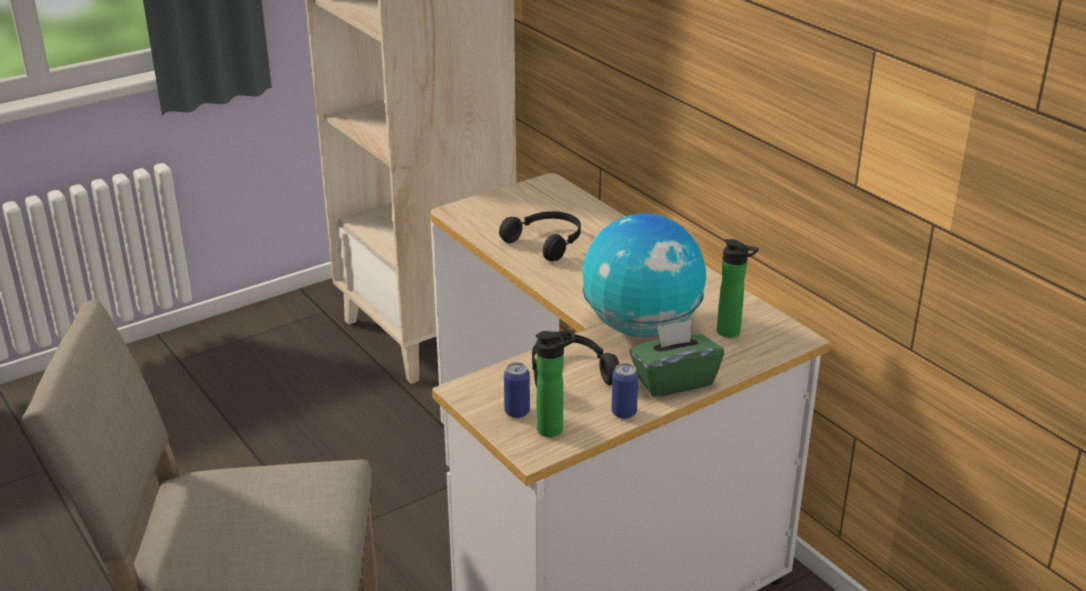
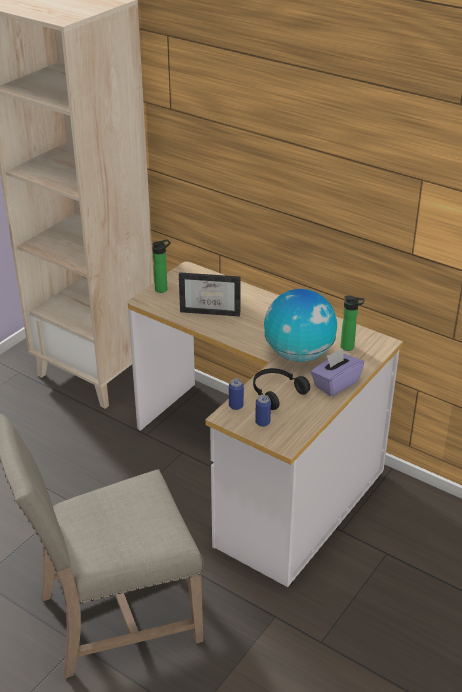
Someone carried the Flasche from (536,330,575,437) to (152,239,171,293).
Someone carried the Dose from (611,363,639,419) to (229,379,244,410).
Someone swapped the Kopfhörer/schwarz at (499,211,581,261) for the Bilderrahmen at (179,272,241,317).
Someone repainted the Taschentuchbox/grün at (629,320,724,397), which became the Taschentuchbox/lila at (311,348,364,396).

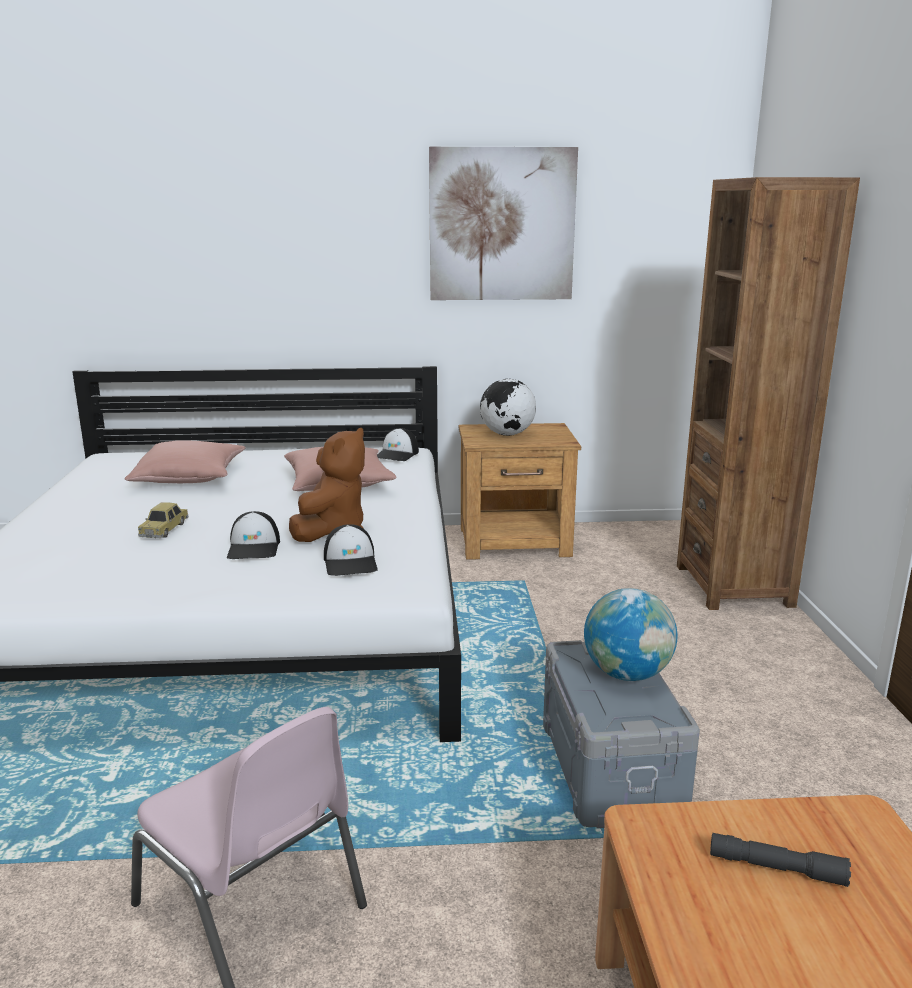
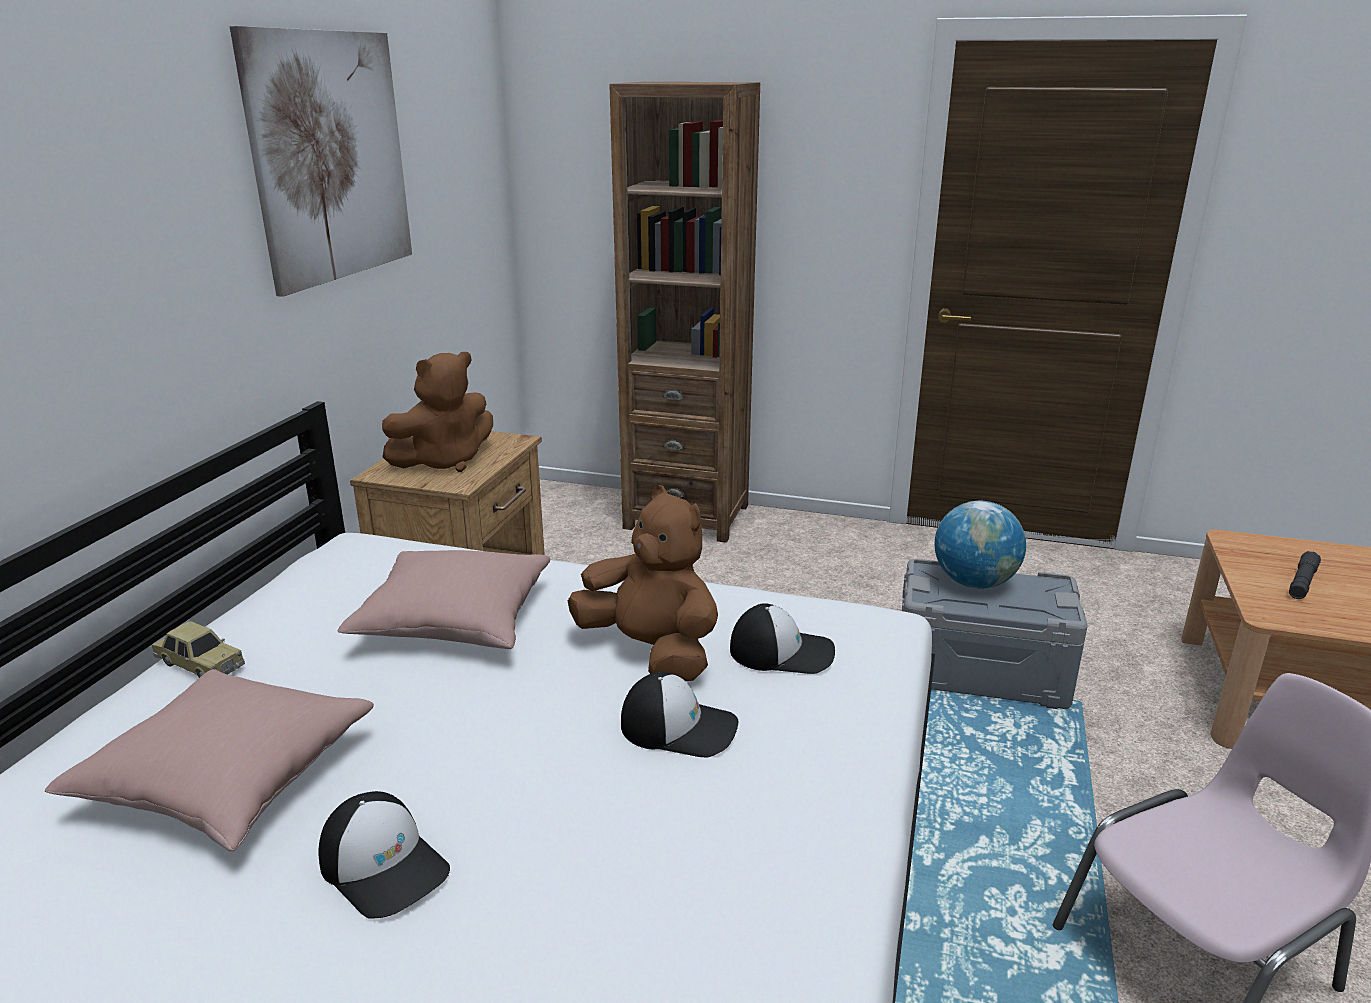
Someone carried the Spielzeugauto from (138,502,188,538) to (152,621,245,678).
Someone carried the Kappe from (377,428,419,461) to (318,791,450,918).
Someone swapped the Globus at (480,379,536,436) for the Plüschtier/braun at (382,352,493,472).

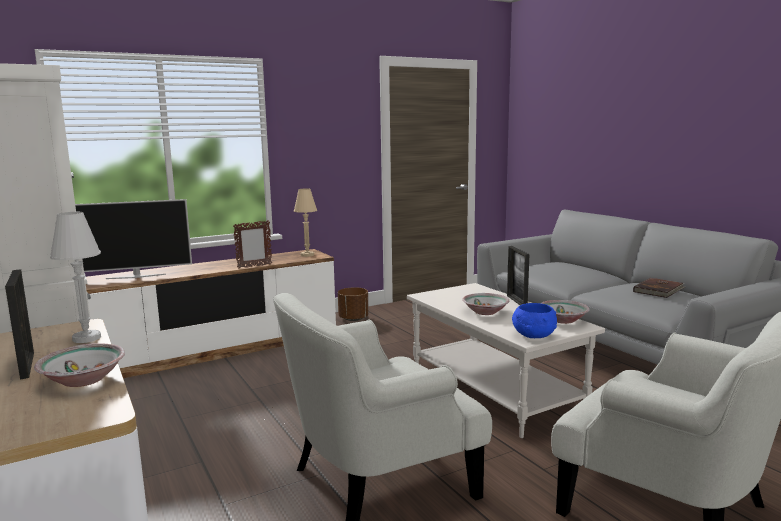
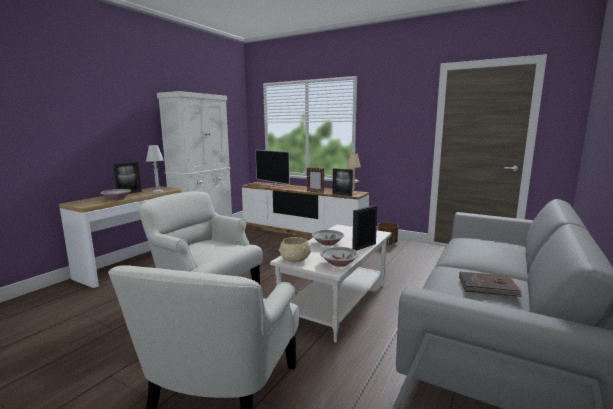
Someone put down the Bilderrahmen at (333,168,353,196).
Someone repainted the Schüssel/blau at (512,303,557,338), which became the Schüssel/beige at (279,237,311,262).

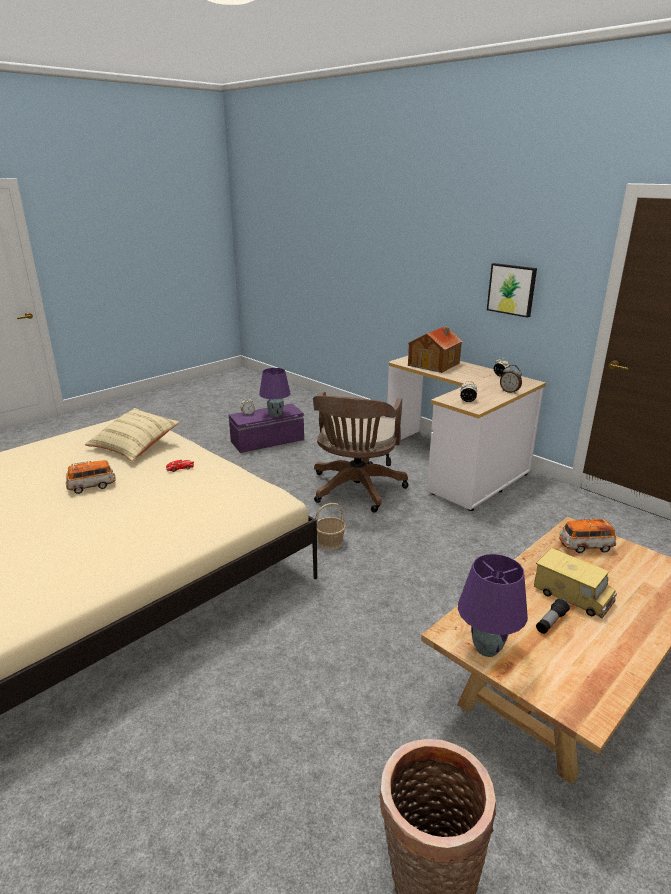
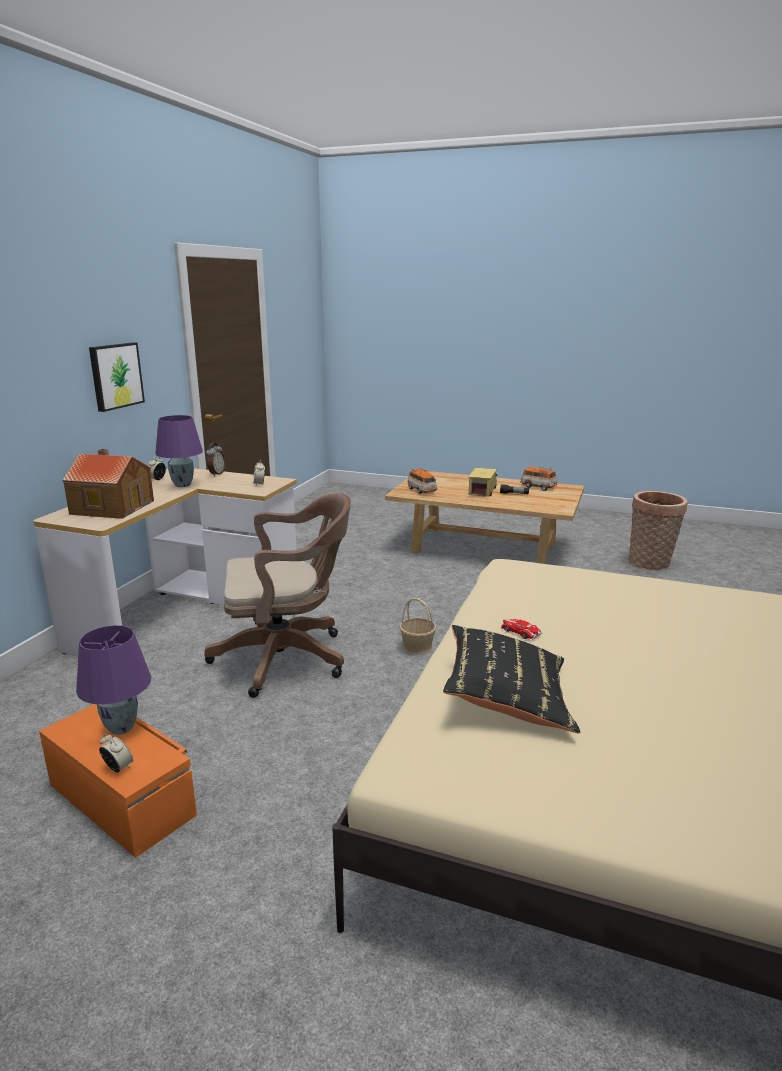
Someone carried the Spielzeugauto from (66,460,116,494) to (520,467,558,491).
Someone carried the Tischlampe/lila from (458,554,528,657) to (155,415,203,487).
Someone repainted the Kissen/beige at (85,408,179,461), which became the Kissen/schwarz at (443,625,580,733).
Someone repainted the Aufbewahrungsbox/lila at (229,403,304,453), which became the Aufbewahrungsbox/orange at (39,704,197,858).

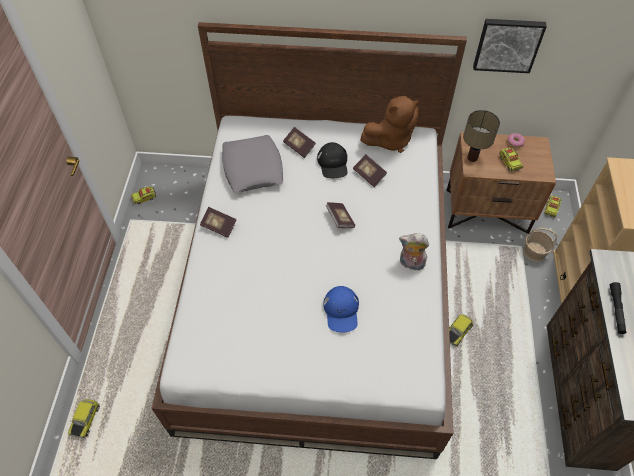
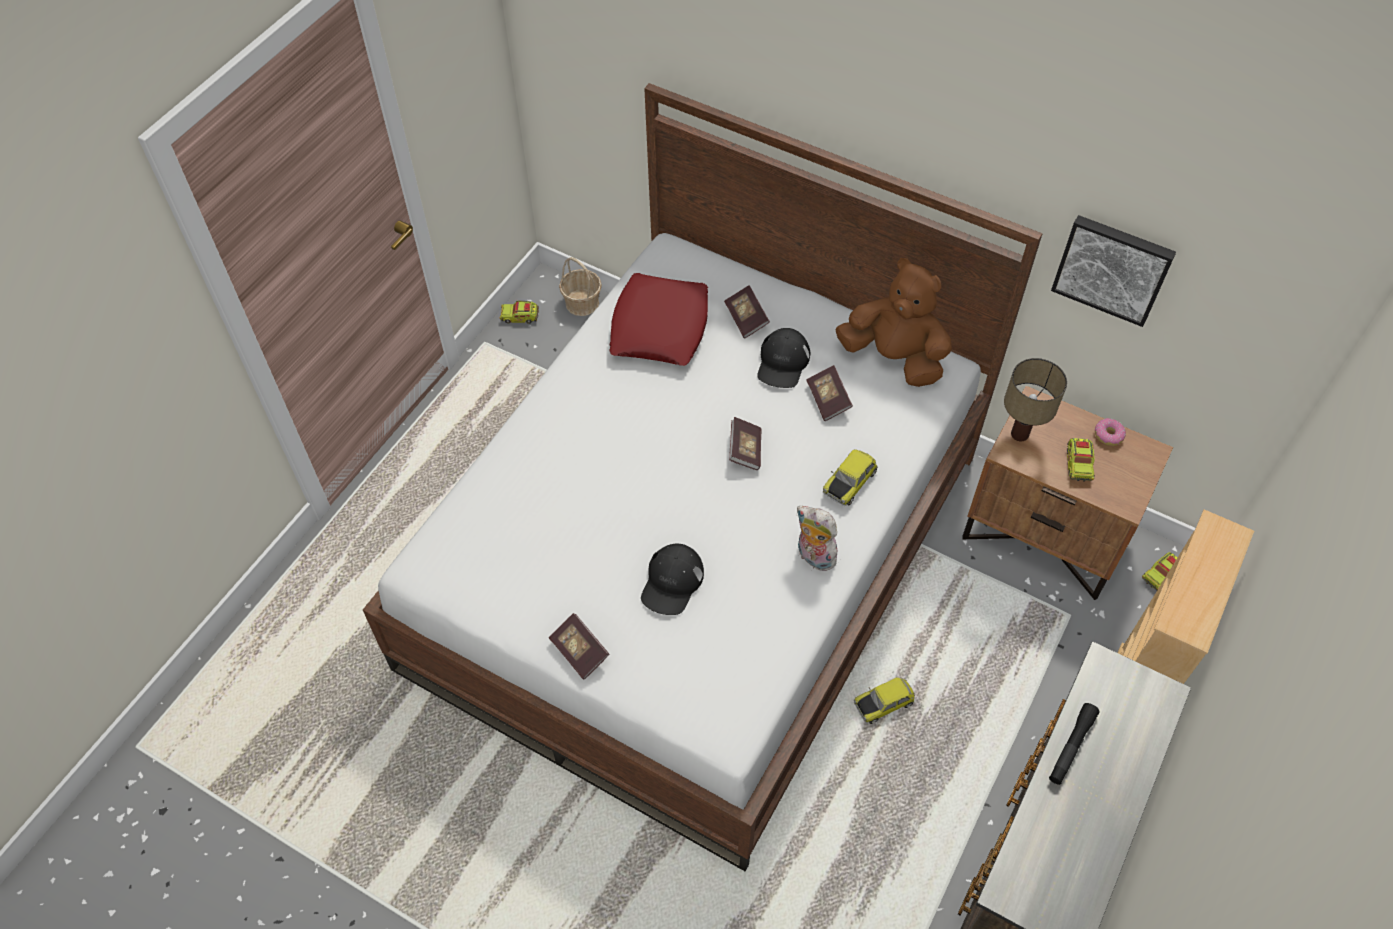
Someone carried the Spielzeugauto from (68,399,100,439) to (823,450,878,506).
Someone carried the Buch from (200,207,237,238) to (549,613,610,679).
Someone carried the Korb from (523,228,557,262) to (559,257,602,316).
Someone repainted the Kissen/grau at (222,135,283,193), which became the Kissen/rot at (609,273,708,366).
Someone repainted the Kappe/blau at (323,286,359,333), which became the Kappe/schwarz at (641,544,704,615).
Someone rotated the Plüschtier/braun at (360,96,419,153) by 150 degrees counterclockwise.

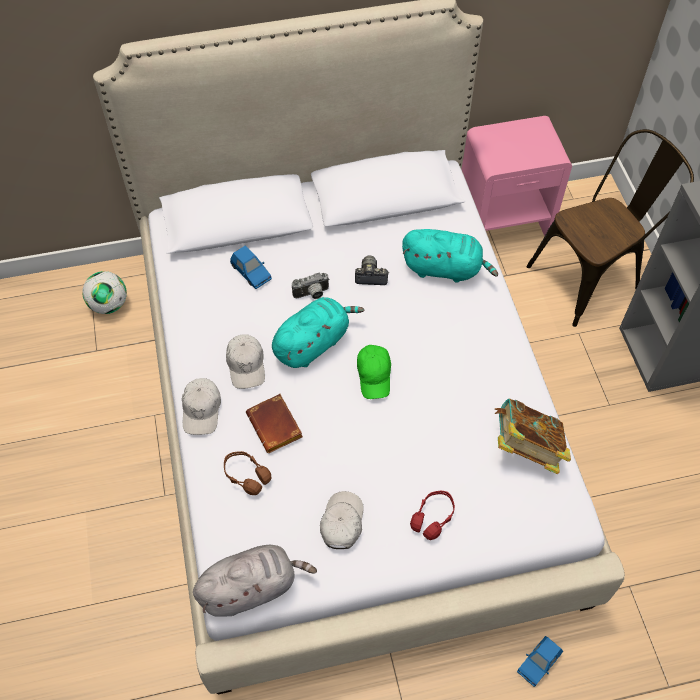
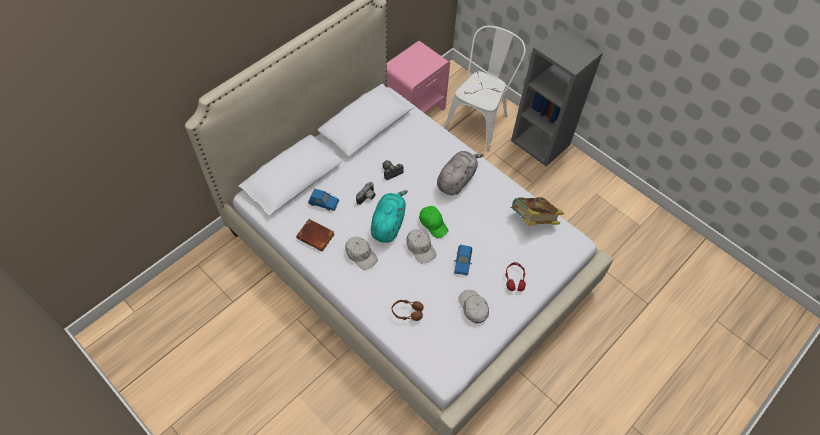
Someone took away the Fußball at (82,271,127,314).
Someone took away the Plüschtier/türkis at (402,229,498,283).
Someone carried the Kappe/weiß from (182,378,221,435) to (407,229,436,263).
Someone carried the Plüschtier/grau from (193,545,317,617) to (437,151,484,195).
Someone carried the Buch/braun from (246,394,303,453) to (296,219,335,251).
Someone carried the Spielzeugauto/blau from (517,636,563,687) to (454,245,472,276).
Someone repainted the Stuhl/braun at (527,129,694,327), which became the Stuhl/weiß at (444,26,526,151).

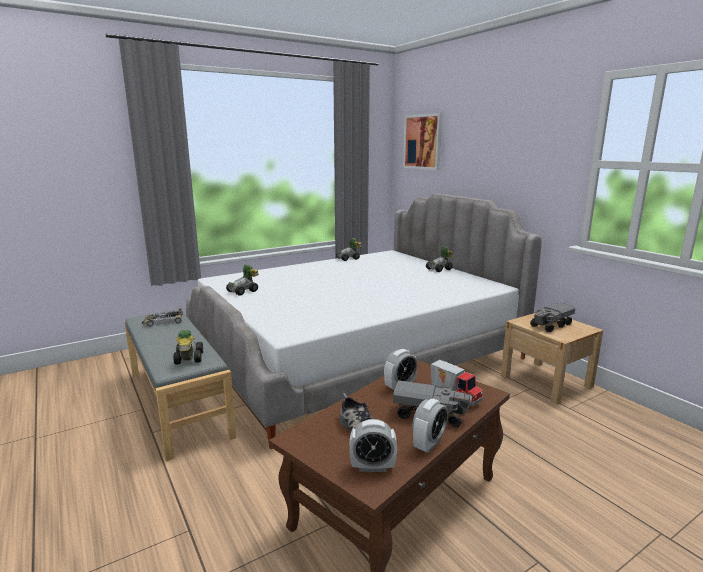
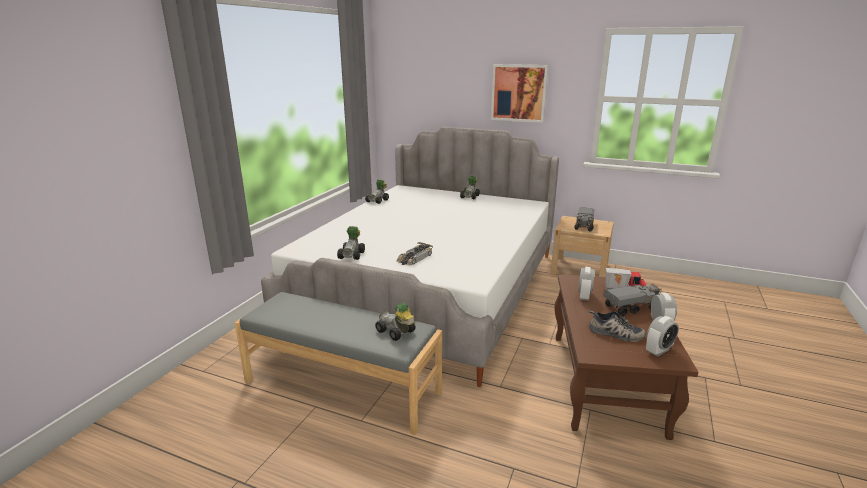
Someone carried the Spielzeugauto from (142,308,183,327) to (396,242,433,266).
Someone carried the Bild from (403,113,443,170) to (491,64,548,123).

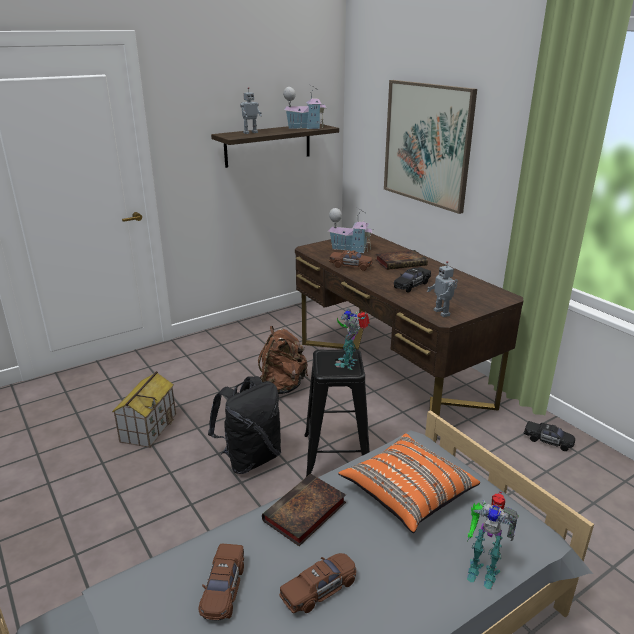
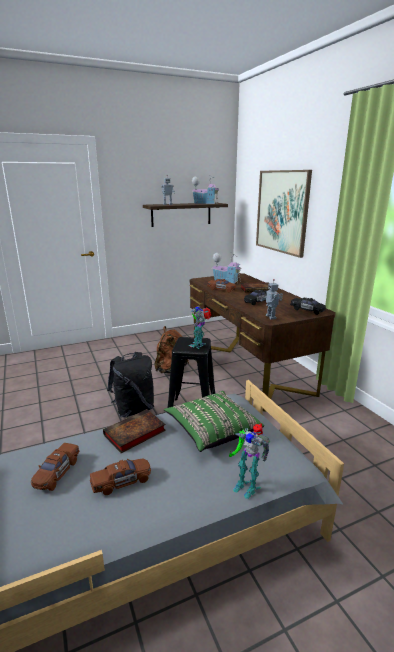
Someone took away the Spielzeughaus at (112,371,176,448).
Someone carried the Spielzeugauto/schwarz from (524,421,575,451) to (290,298,326,315).
Someone repainted the Kissen/orange at (338,433,480,533), which became the Kissen/grün at (164,391,264,452).

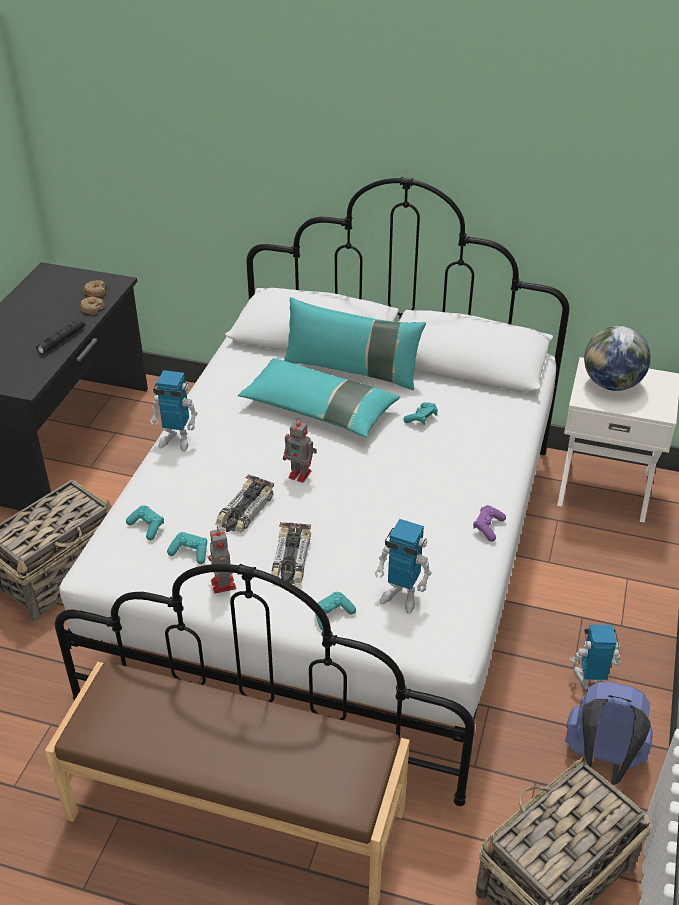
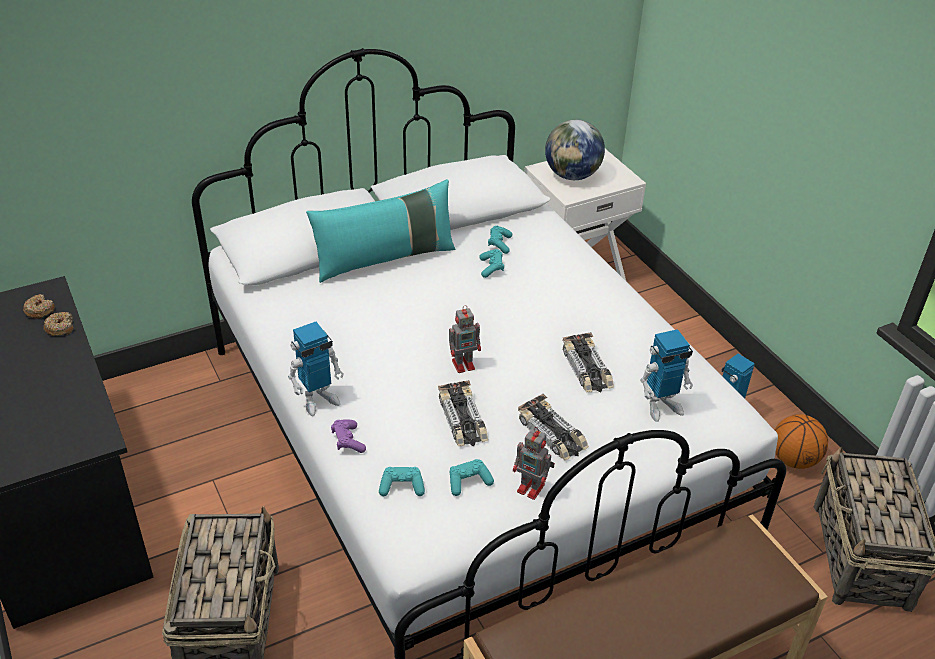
Someone took away the Taschenlampe/schwarz at (36,319,85,355).
Someone took away the Kissen/türkis at (238,358,400,438).
Someone put down the Spielzeugauto at (563,333,614,393).
Someone carried the Gamepad/türkis from (315,592,356,631) to (488,226,512,254).
Someone carried the Gamepad/lila from (473,505,506,542) to (331,419,366,453).
Someone swapped the Rucksack/blau at (565,682,653,785) for the Basketball at (775,414,828,469).

